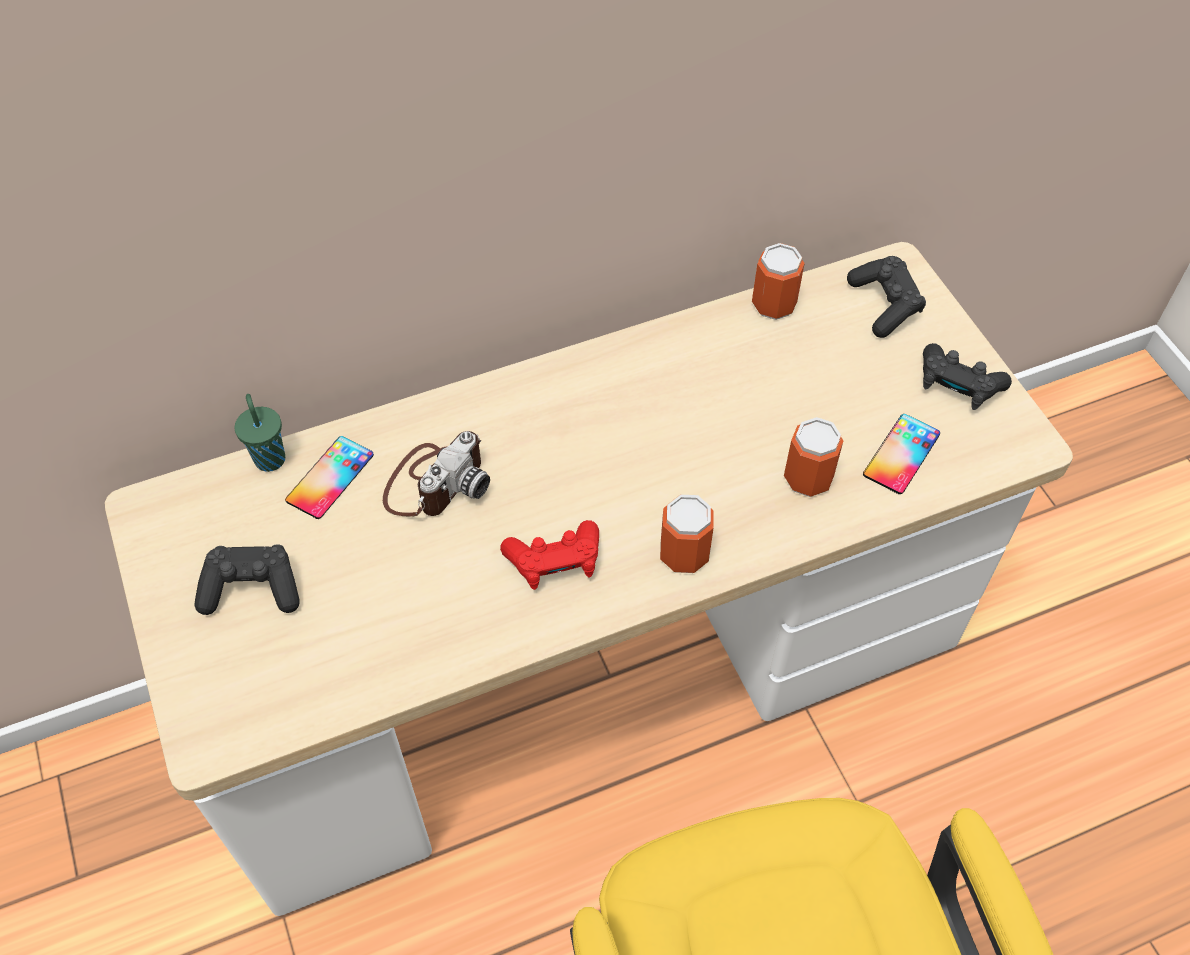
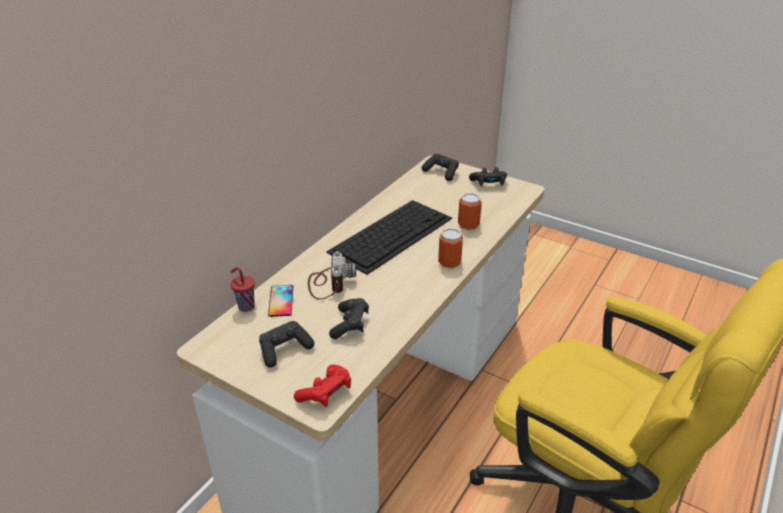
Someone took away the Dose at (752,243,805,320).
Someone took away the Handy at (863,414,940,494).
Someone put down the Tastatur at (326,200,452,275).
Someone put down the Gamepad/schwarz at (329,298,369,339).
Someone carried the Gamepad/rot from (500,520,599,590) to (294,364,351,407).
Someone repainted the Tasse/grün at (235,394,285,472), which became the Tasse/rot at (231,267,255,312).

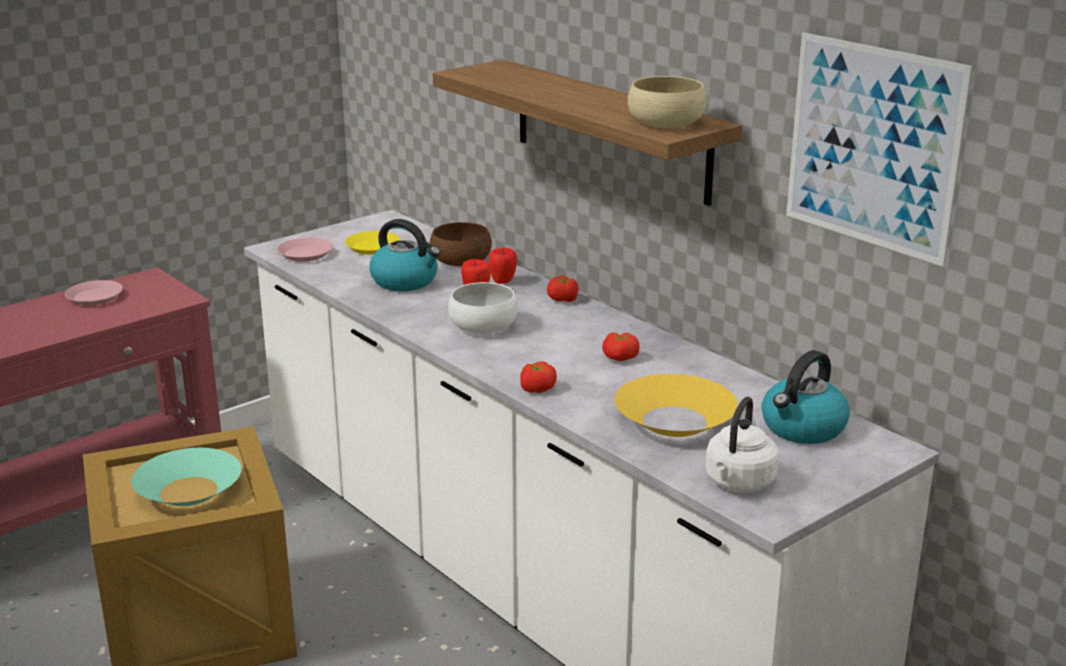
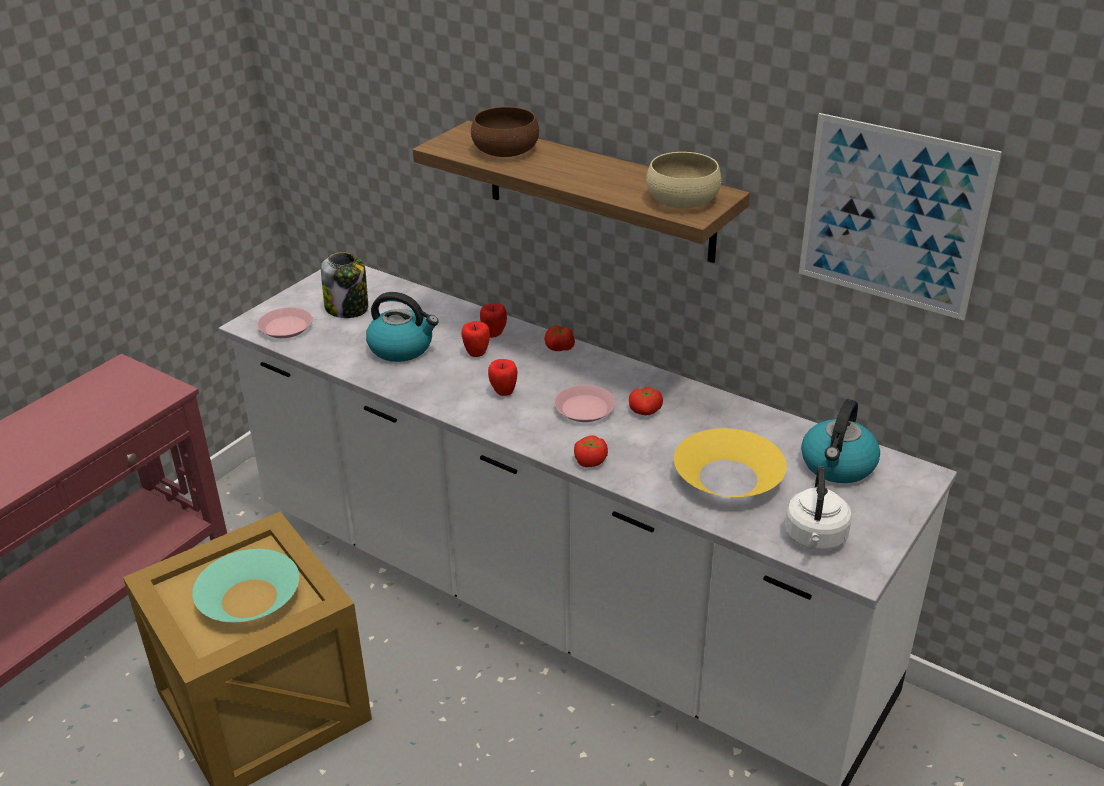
Someone carried the Teller/rosa from (65,280,123,306) to (554,385,616,422).
Someone carried the Schüssel/braun from (430,222,492,266) to (471,107,539,157).
Someone swapped the Teller/gelb at (345,231,400,255) for the Vorratsglas at (321,252,368,318).
Someone swapped the Schüssel/weiß at (448,282,518,334) for the Apfel at (488,359,517,396).

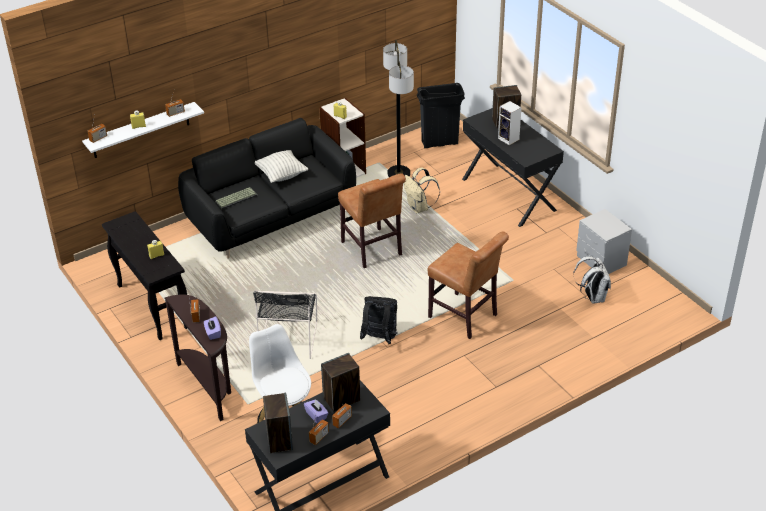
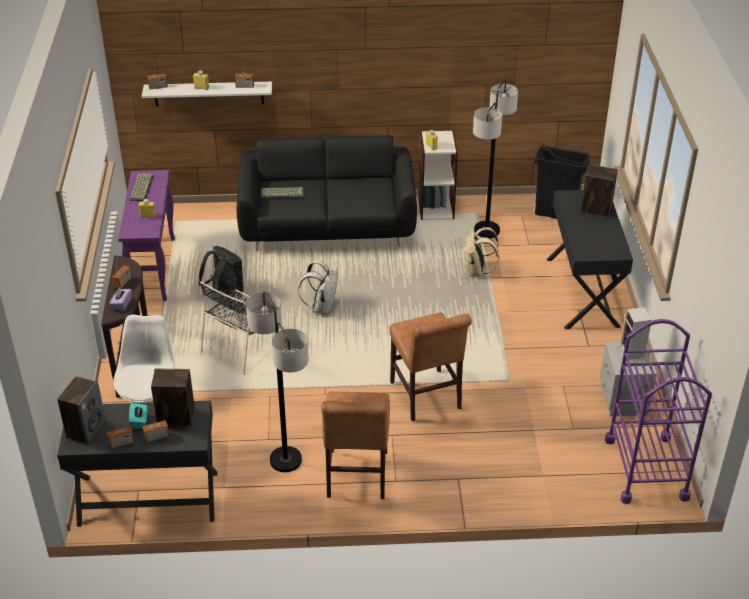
Someone took away the Kissen at (255,150,308,183).
Someone put down the Tastatur at (129,173,154,201).
Someone put down the Stehlampe at (246,292,309,472).
Someone put down the Rollwagen/lila at (605,319,712,504).
Someone carried the Stuhl/braun from (338,173,406,268) to (321,391,390,499).
Someone carried the Rucksack/schwarz from (360,296,398,344) to (199,246,244,298).
Someone carried the Lautsprecher from (498,101,522,145) to (620,307,652,359).
Someone carried the Rucksack/weiß from (573,256,611,304) to (298,260,338,315).
Someone repainted the Konsolentisch/schwarz at (102,211,187,340), which became the Konsolentisch/lila at (118,170,175,301).
Someone repainted the Taschentuchbox/lila at (304,399,328,423), which became the Taschentuchbox/türkis at (129,403,147,429).

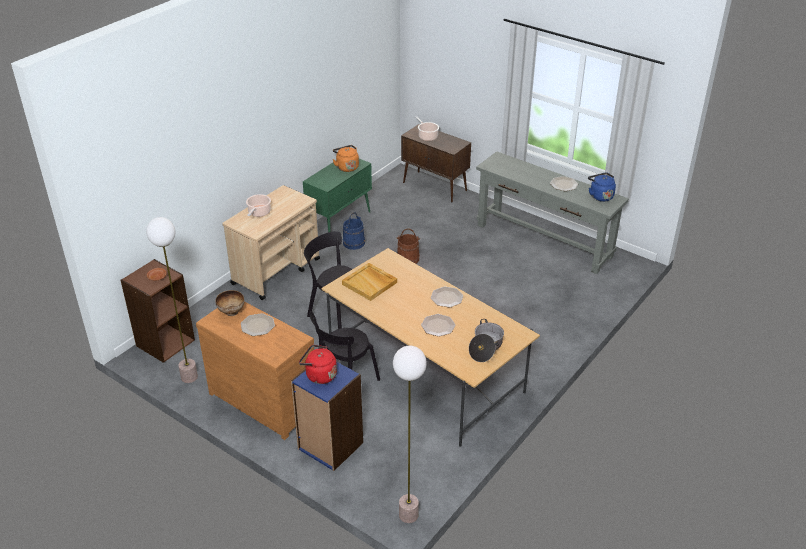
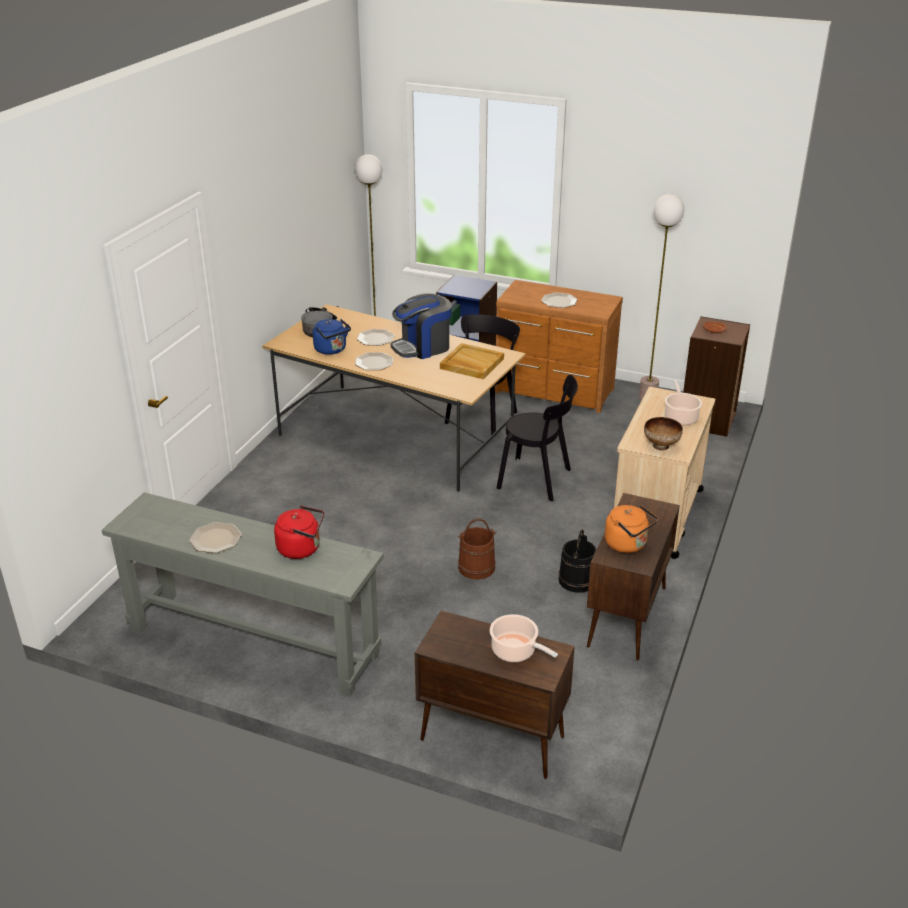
Someone put down the Kaffeemaschine at (391,293,452,359).
Someone carried the Schüssel from (215,290,245,316) to (644,417,683,450).
Someone carried the Wasserkessel/rot from (299,345,337,384) to (274,505,324,559).
Someone carried the Wasserkessel/blau from (588,172,616,202) to (313,319,351,355).
Someone repainted the Schrank/grün at (303,159,372,232), which became the Schrank/braun at (587,493,680,661).
Someone repainted the Eimer/blau at (343,212,365,250), which became the Eimer/schwarz at (558,530,596,593).

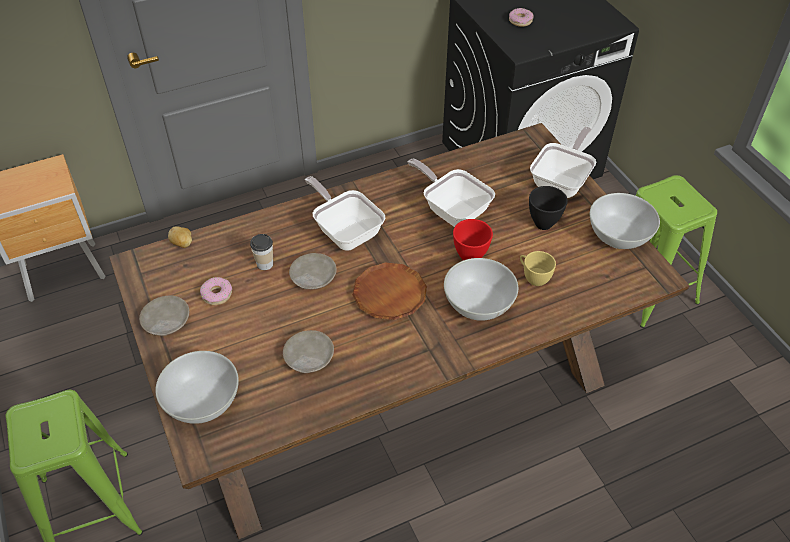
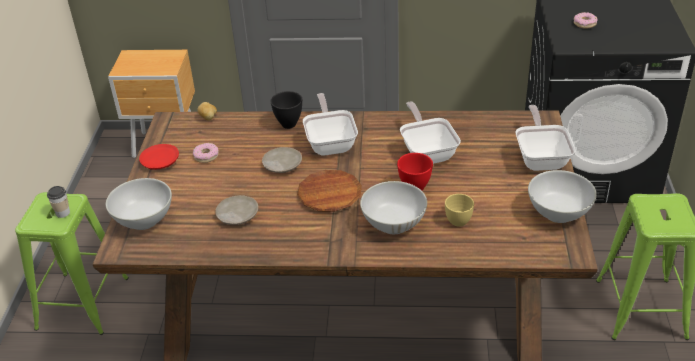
Someone carried the Tasse from (250,234,273,270) to (47,186,70,218).
Someone carried the Schüssel/schwarz from (529,186,568,230) to (270,91,302,129).
Someone repainted the Teller/beige at (139,295,189,336), which became the Teller/rot at (139,144,179,170).
Someone rotated the Pfanne at (530,127,596,198) by 60 degrees counterclockwise.

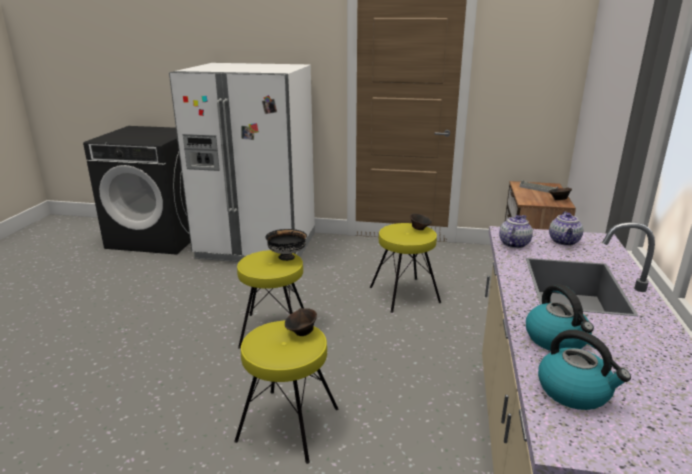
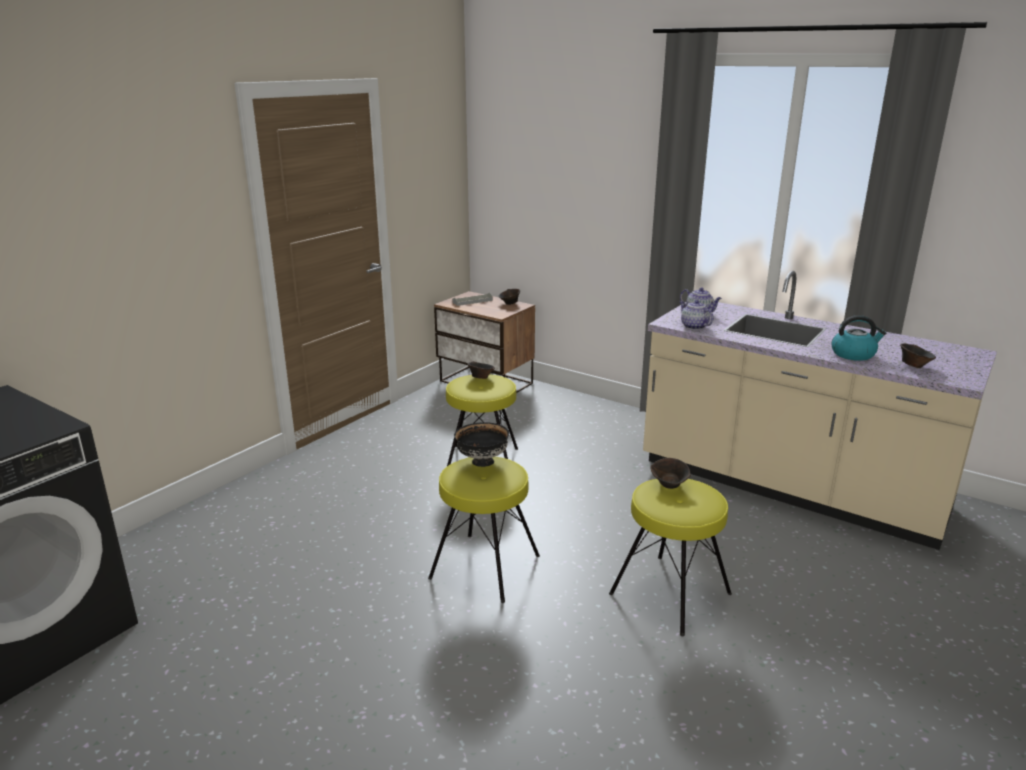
Someone took away the Kühlschrank/weiß at (169,63,315,262).
Someone swapped the Wasserkessel at (538,330,631,410) for the Schüssel/braun at (900,343,936,368).

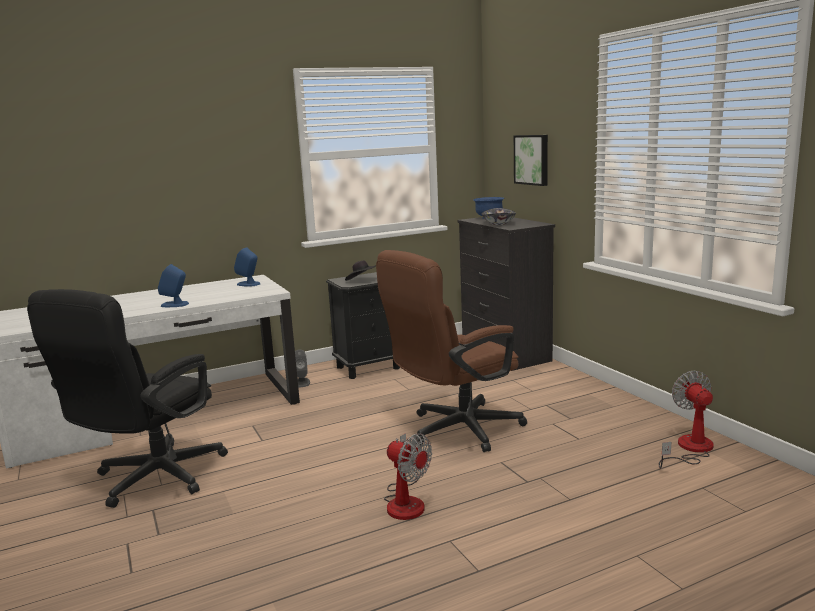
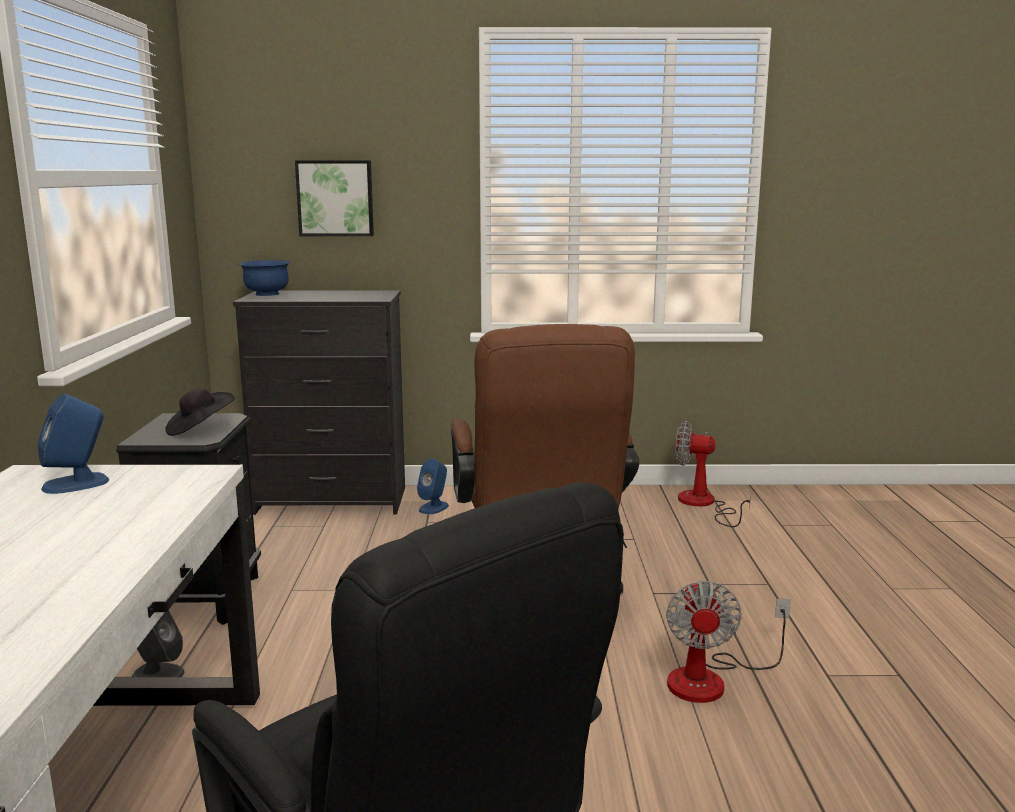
Someone took away the Schüssel at (482,208,516,225).
Someone carried the Lautsprecher/blau from (158,264,189,307) to (417,459,449,514).
Someone rotated the Ventilator at (384,433,432,520) by 120 degrees clockwise.

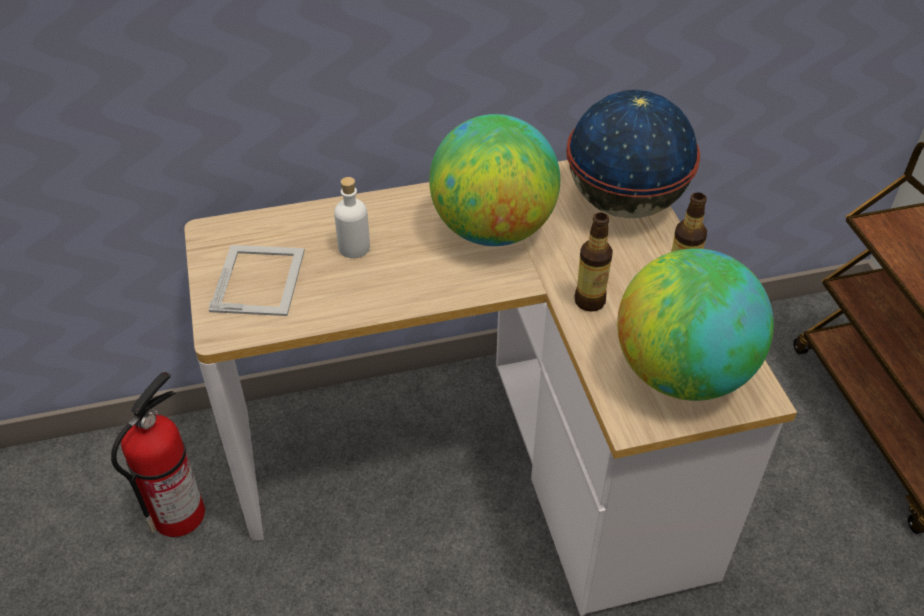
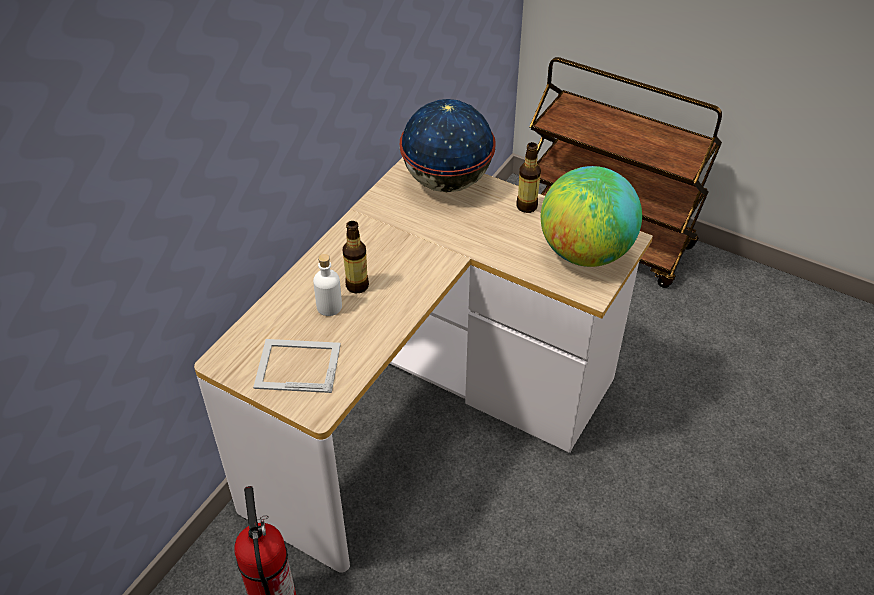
Someone took away the Globus at (429,114,560,246).
Someone carried the Flasche from (574,212,613,312) to (343,221,369,293).
Someone rotated the Bilderrahmen at (208,245,305,316) by 45 degrees counterclockwise.

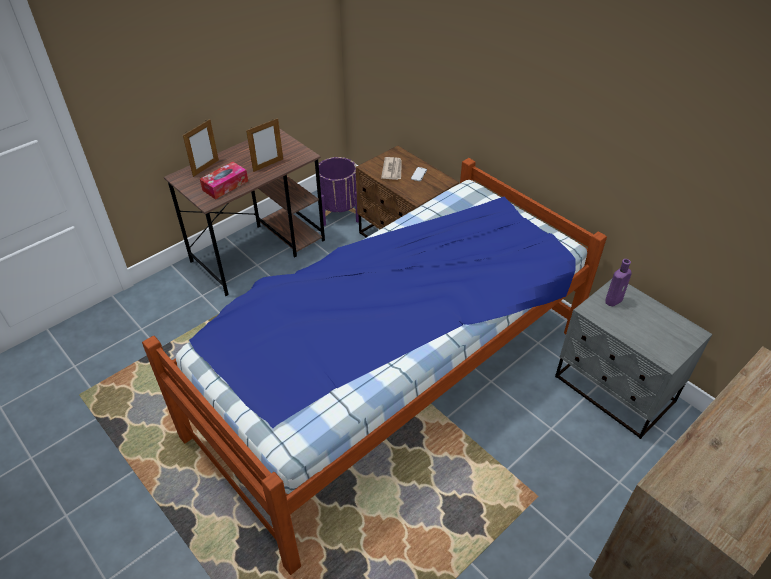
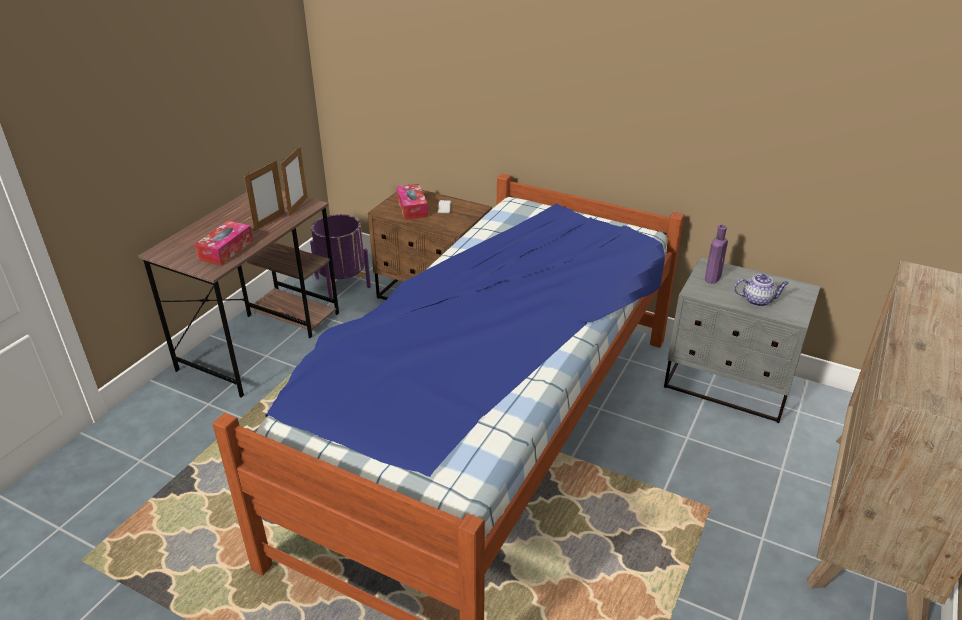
Someone put down the Teekanne at (734,274,789,306).
Someone carried the Bilderrahmen from (183,119,219,177) to (280,146,308,216).
Someone swapped the Zeitung at (381,157,402,180) for the Taschentuchbox at (396,184,428,220).

